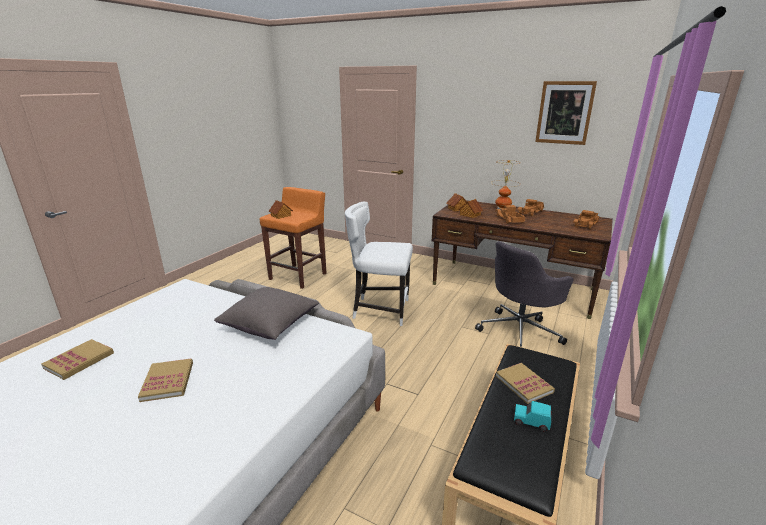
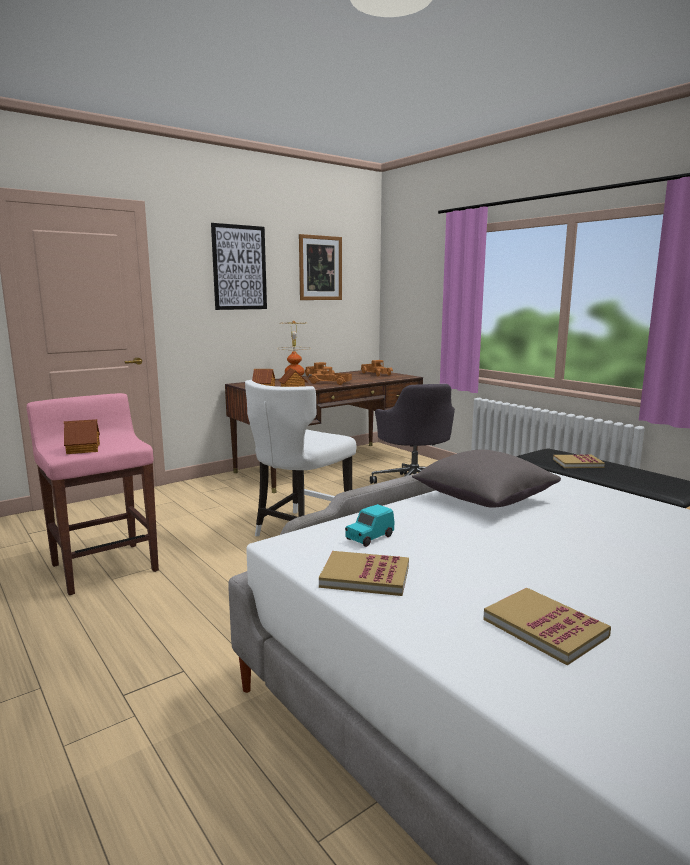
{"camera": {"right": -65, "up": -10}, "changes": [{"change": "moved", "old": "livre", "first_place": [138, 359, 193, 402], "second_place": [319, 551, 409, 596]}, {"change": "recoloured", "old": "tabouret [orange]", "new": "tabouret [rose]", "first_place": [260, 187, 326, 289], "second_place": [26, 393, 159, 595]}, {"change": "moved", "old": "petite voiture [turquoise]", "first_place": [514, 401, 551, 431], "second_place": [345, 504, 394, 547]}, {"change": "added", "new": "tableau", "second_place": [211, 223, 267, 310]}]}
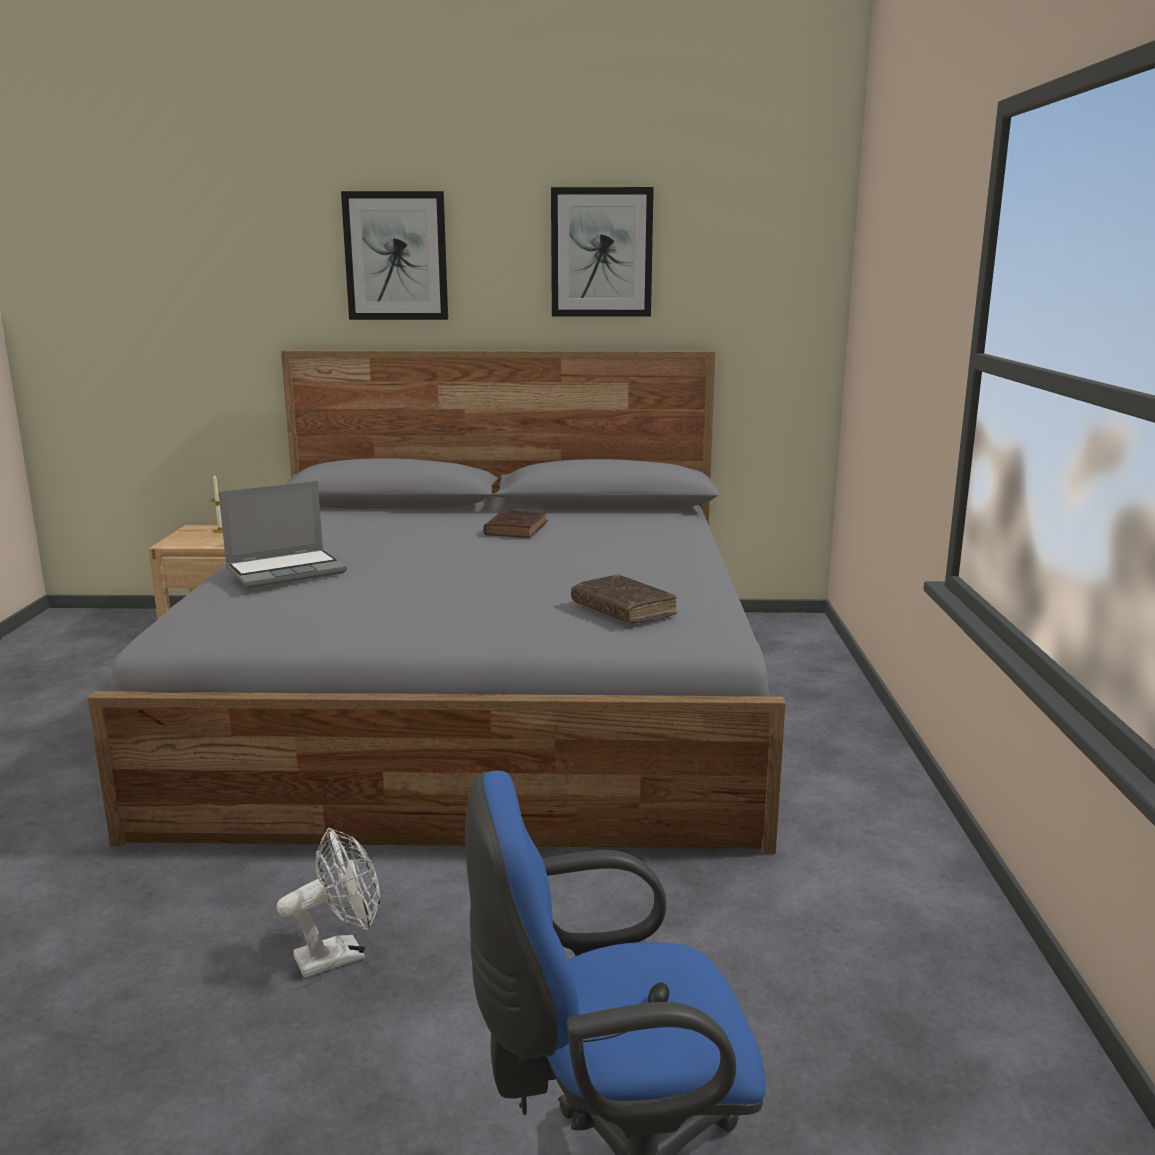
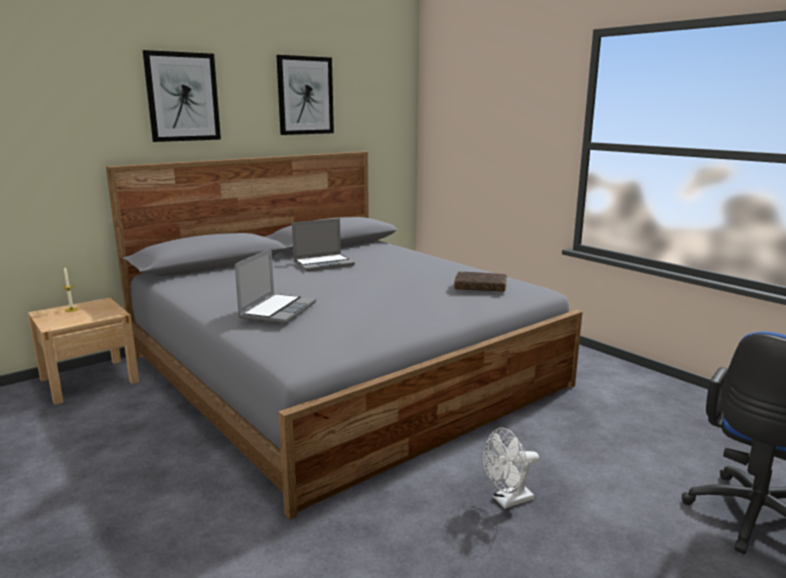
{"camera": {"right": -40, "up": 0}, "changes": [{"change": "turned", "old": "ventilateur [blanc]", "first_place": [277, 828, 380, 978], "second_place": [483, 428, 539, 509], "degrees": -135}, {"change": "replaced", "old": "livre [marron]", "new": "ordinateur portable", "first_place": [483, 508, 548, 538], "second_place": [292, 218, 355, 272]}]}
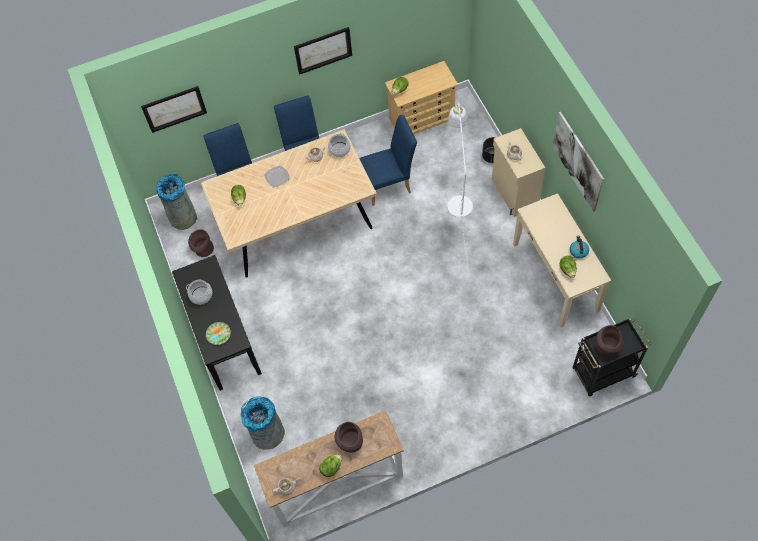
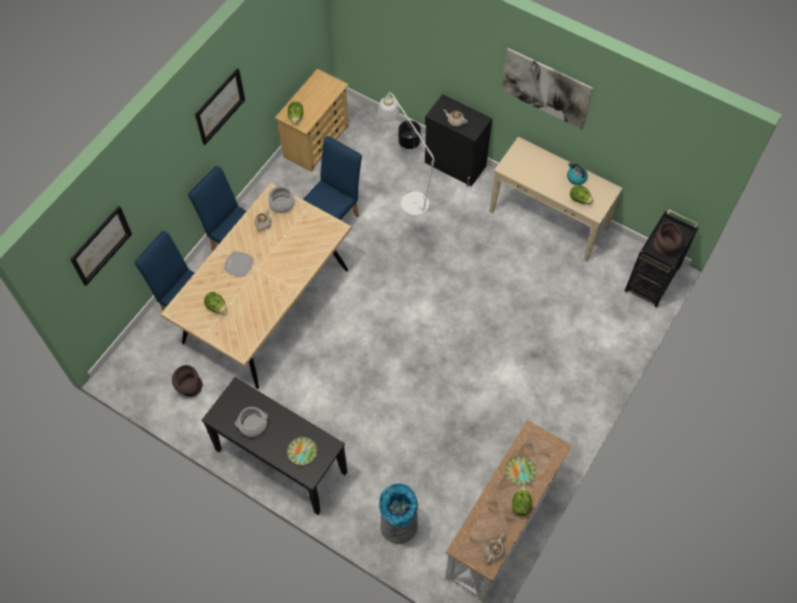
{"camera": {"right": -40, "up": 0}, "changes": [{"change": "removed", "old": "poubelle [gris]", "first_place": [156, 174, 197, 230]}, {"change": "replaced", "old": "vase [marron]", "new": "assiette", "first_place": [334, 422, 363, 453], "second_place": [505, 455, 536, 485]}, {"change": "recoloured", "old": "meuble de rangement [beige]", "new": "meuble de rangement [noir]", "first_place": [492, 128, 545, 217], "second_place": [425, 94, 492, 187]}]}
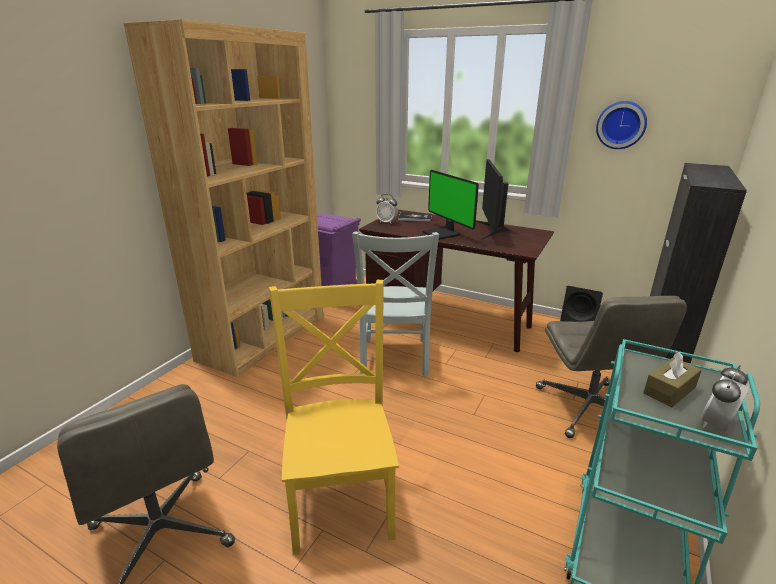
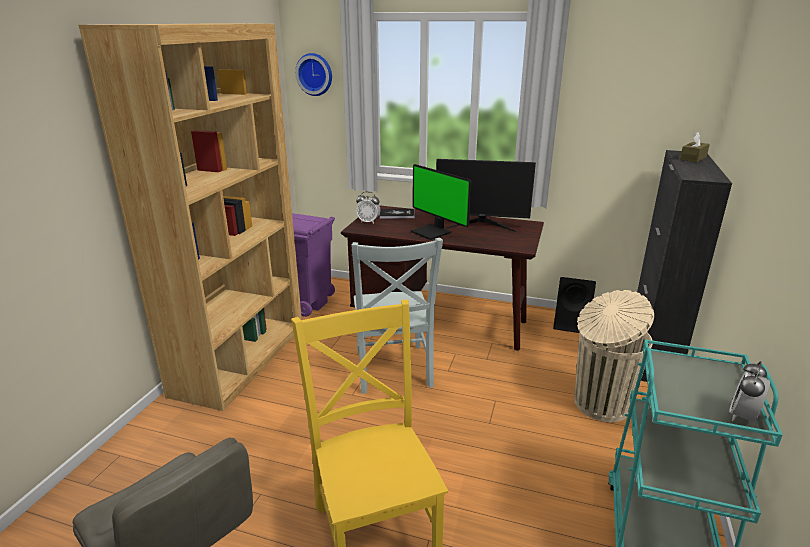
{"camera": {"right": -10, "up": 0}, "changes": [{"change": "turned", "old": "écran d'ordinateur", "first_place": [476, 159, 512, 240], "second_place": [436, 159, 536, 232], "degrees": -75}, {"change": "replaced", "old": "chaise de bureau [gris]", "new": "poubelle [beige]", "first_place": [536, 296, 687, 438], "second_place": [575, 290, 654, 422]}, {"change": "moved", "old": "horloge murale", "first_place": [596, 101, 647, 149], "second_place": [295, 53, 332, 96]}, {"change": "moved", "old": "boîte à mouchoirs [marron]", "first_place": [644, 351, 702, 407], "second_place": [680, 132, 710, 162]}]}
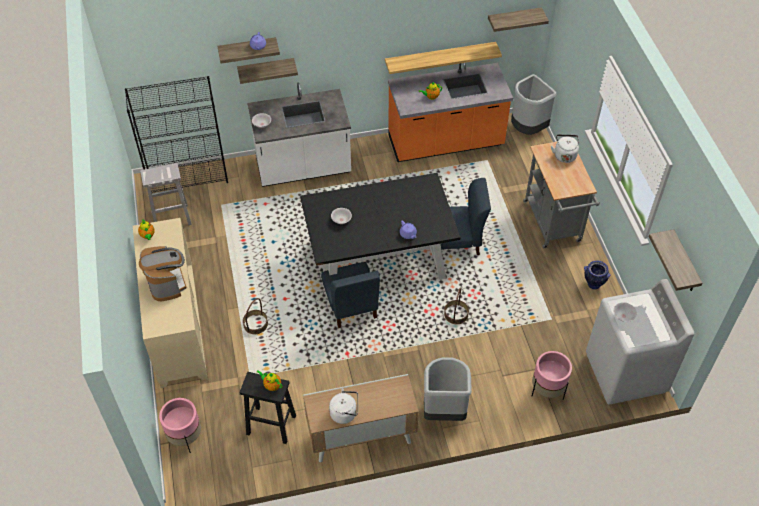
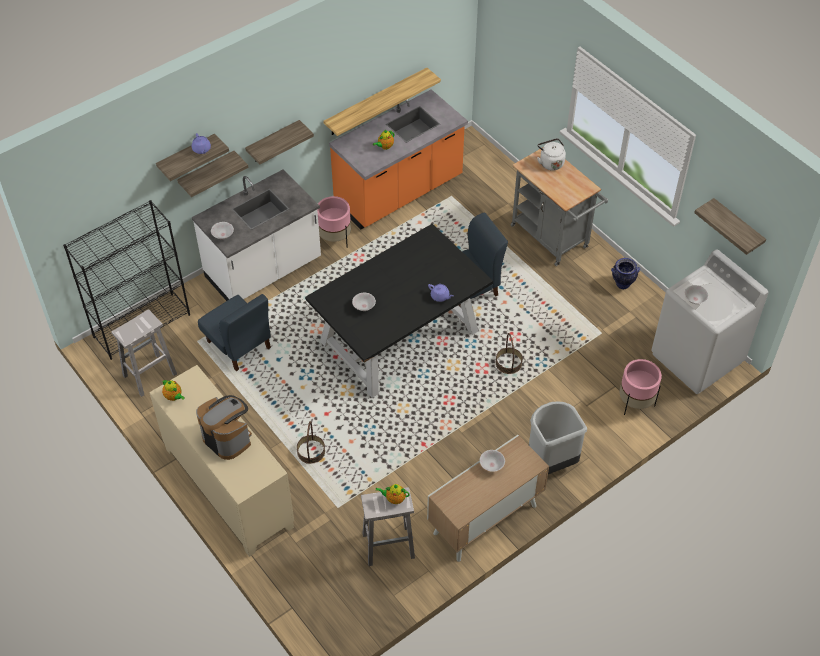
{"camera": {"right": -25, "up": 0}, "changes": [{"change": "moved", "old": "cache-pot [rose]", "first_place": [159, 398, 201, 453], "second_place": [317, 196, 351, 248]}, {"change": "recoloured", "old": "tabouret [noir]", "new": "tabouret [blanc]", "first_place": [240, 372, 296, 444], "second_place": [361, 487, 415, 566]}, {"change": "moved", "old": "chaise [bleu]", "first_place": [321, 262, 380, 328], "second_place": [198, 294, 271, 371]}, {"change": "removed", "old": "bouilloire [blanc]", "first_place": [329, 388, 358, 424]}, {"change": "moved", "old": "étagère", "first_place": [488, 7, 549, 32], "second_place": [245, 120, 314, 165]}, {"change": "removed", "old": "poubelle [gris]", "first_place": [511, 74, 556, 135]}, {"change": "added", "new": "bol [blanc]", "second_place": [480, 450, 505, 472]}]}
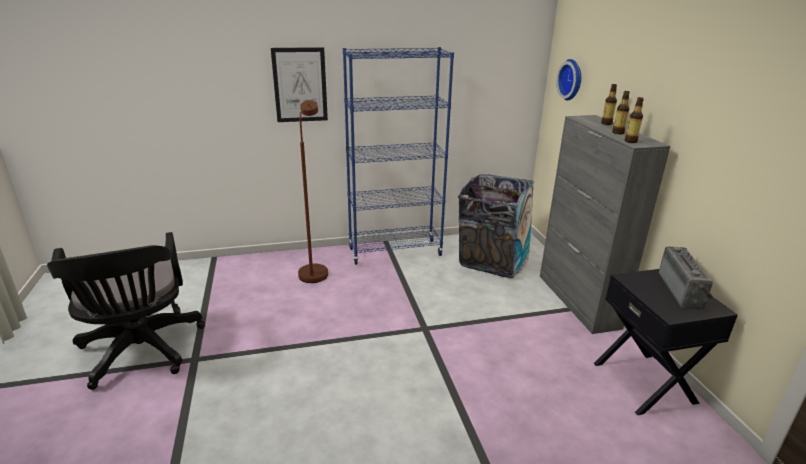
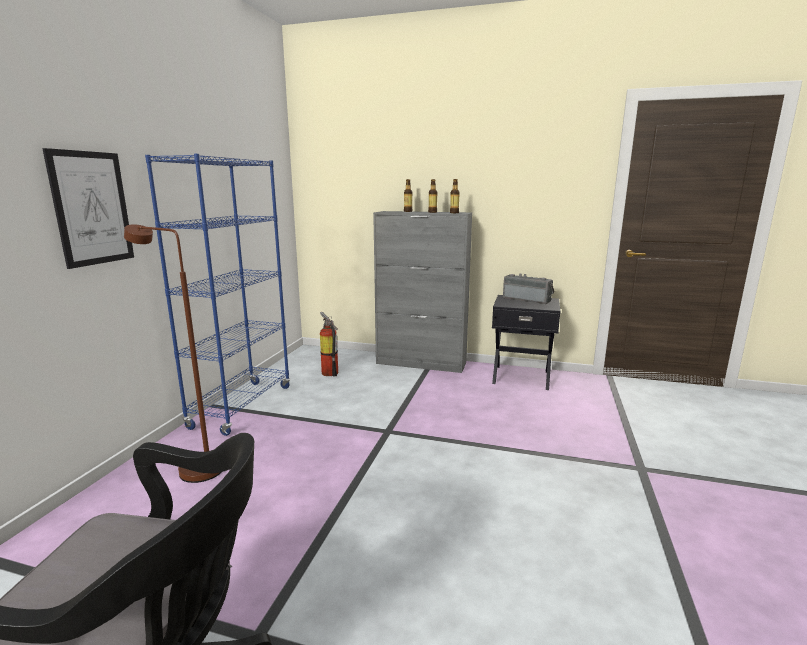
{"camera": {"right": -60, "up": -10}, "changes": [{"change": "replaced", "old": "poubelle", "new": "extincteur", "first_place": [458, 174, 534, 278], "second_place": [320, 312, 338, 377]}, {"change": "removed", "old": "horloge murale", "first_place": [556, 59, 581, 100]}]}
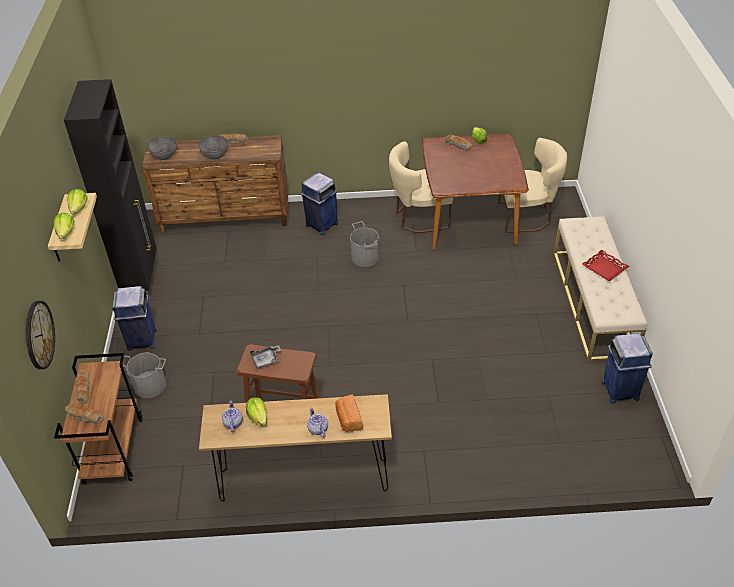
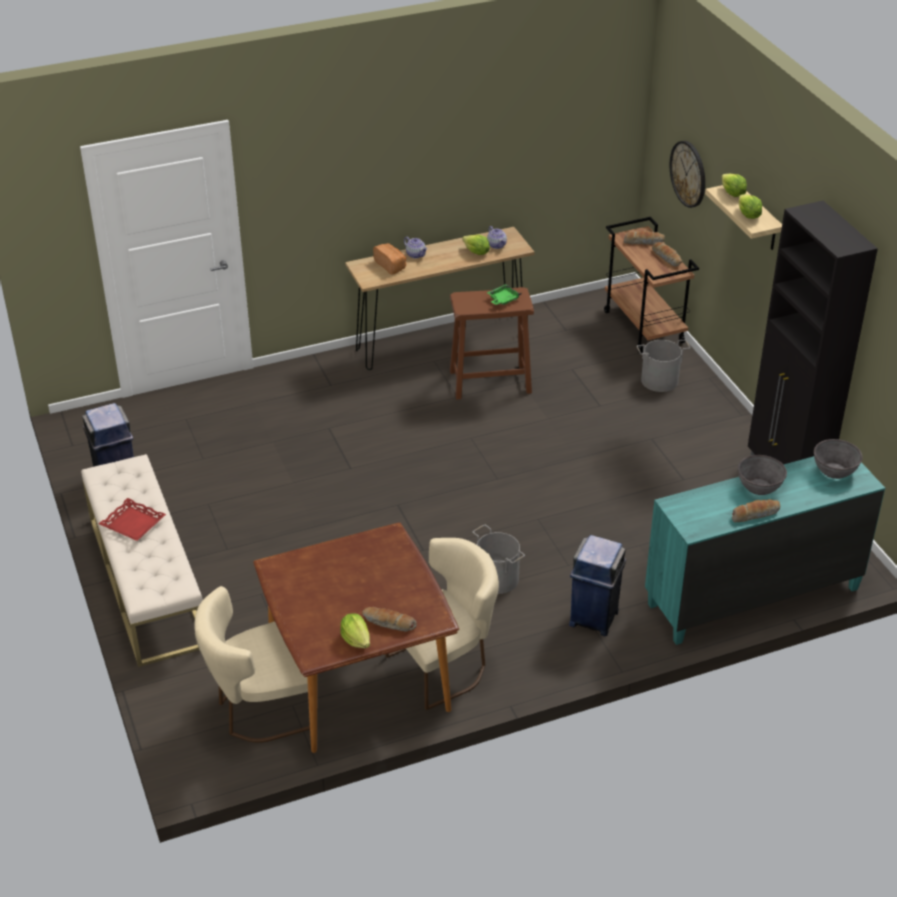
{"camera": {"right": 160, "up": -5}, "changes": [{"change": "removed", "old": "poubelle [bleu]", "first_place": [112, 286, 157, 351]}, {"change": "recoloured", "old": "commode [marron]", "new": "commode [turquoise]", "first_place": [142, 135, 288, 233], "second_place": [645, 456, 885, 645]}, {"change": "recoloured", "old": "plateau [gris]", "new": "plateau [vert]", "first_place": [250, 346, 281, 369], "second_place": [487, 284, 522, 305]}]}
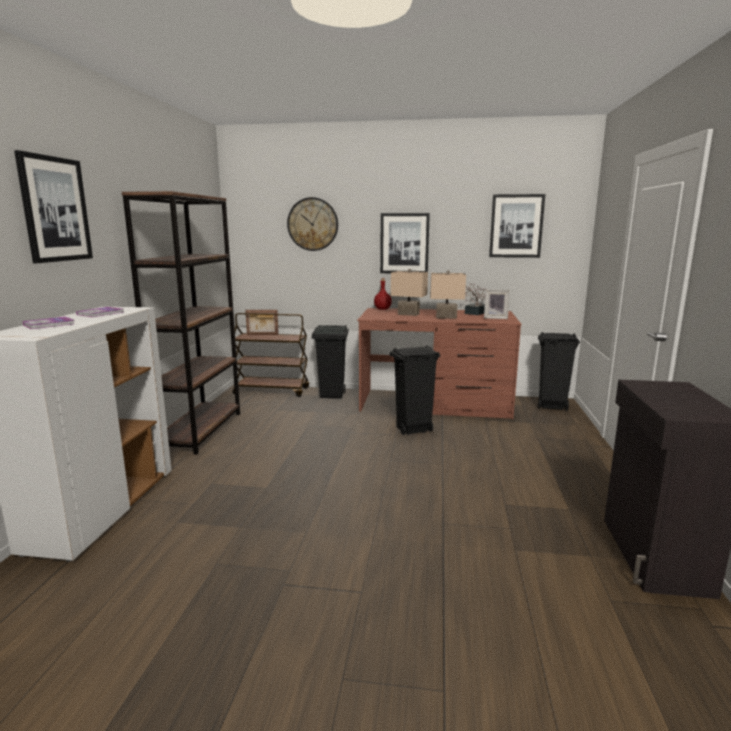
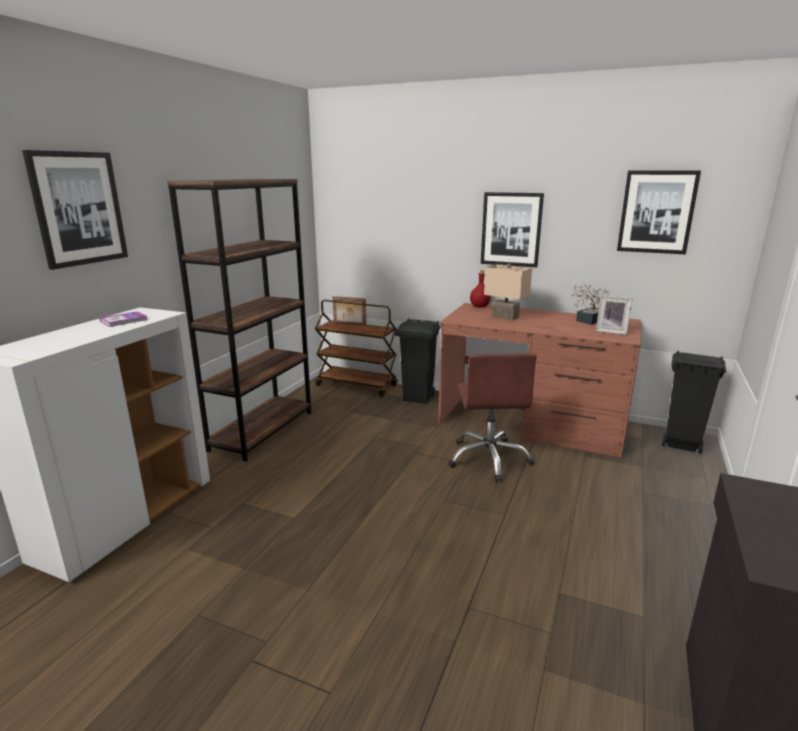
{"camera": {"right": 15, "up": 5}, "changes": [{"change": "removed", "old": "livre", "first_place": [23, 317, 74, 329]}, {"change": "removed", "old": "horloge murale", "first_place": [287, 197, 338, 251]}, {"change": "replaced", "old": "poubelle [noir]", "new": "chaise de bureau [marron]", "first_place": [390, 345, 440, 435], "second_place": [448, 353, 537, 482]}, {"change": "removed", "old": "lampe de table [beige]", "first_place": [430, 270, 466, 319]}]}
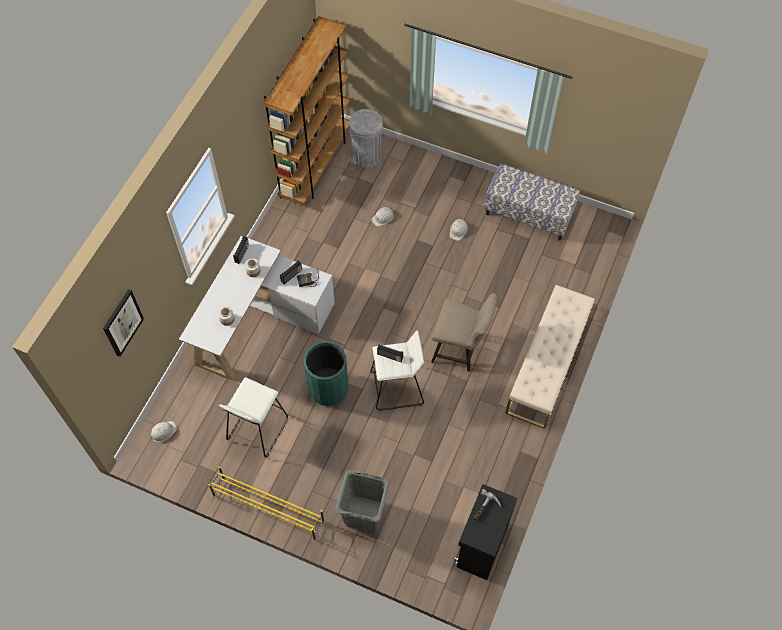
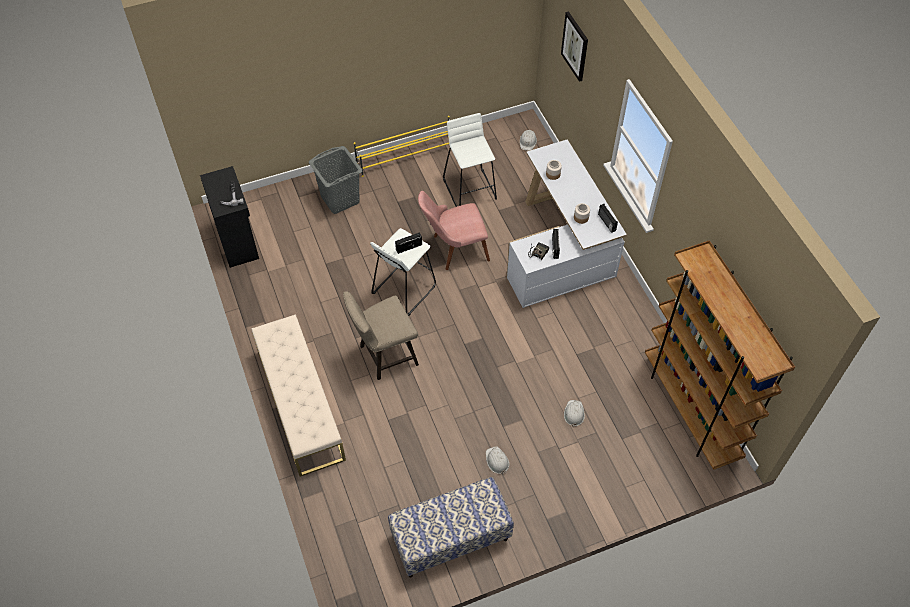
{"camera": {"right": 135, "up": -5}, "changes": [{"change": "replaced", "old": "poubelle [vert]", "new": "chaise [rose]", "first_place": [304, 342, 348, 406], "second_place": [418, 191, 490, 270]}, {"change": "removed", "old": "poubelle [gris]", "first_place": [348, 109, 383, 168]}]}
